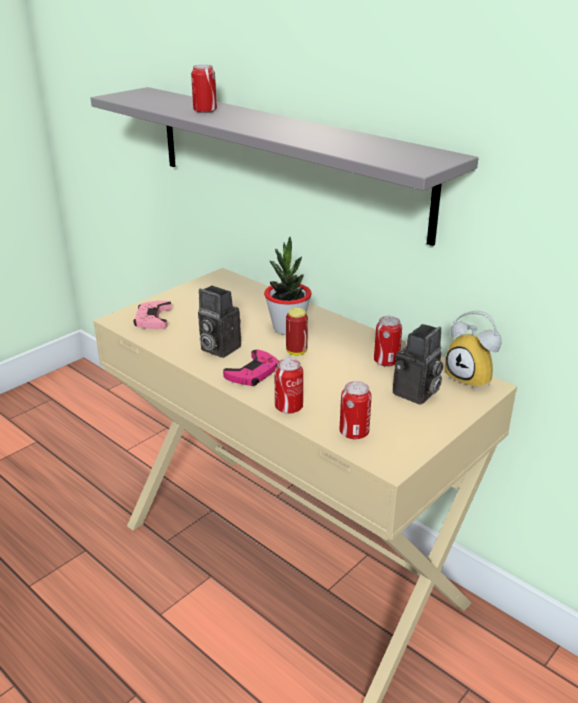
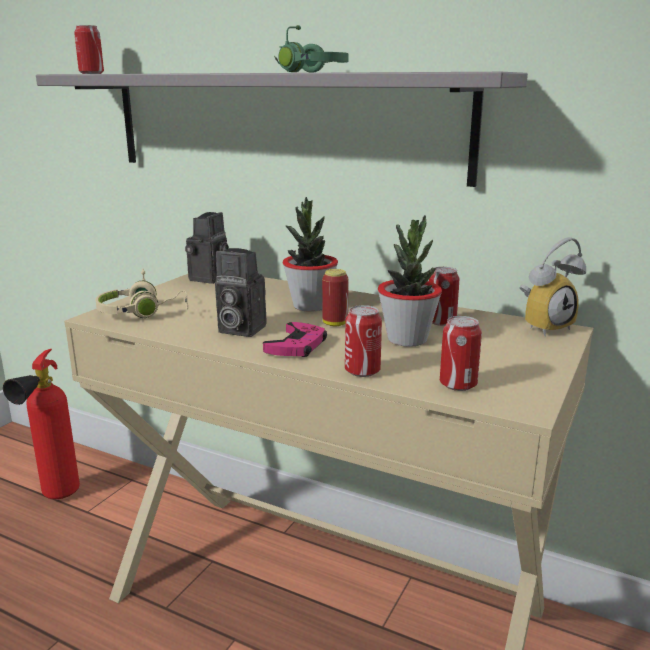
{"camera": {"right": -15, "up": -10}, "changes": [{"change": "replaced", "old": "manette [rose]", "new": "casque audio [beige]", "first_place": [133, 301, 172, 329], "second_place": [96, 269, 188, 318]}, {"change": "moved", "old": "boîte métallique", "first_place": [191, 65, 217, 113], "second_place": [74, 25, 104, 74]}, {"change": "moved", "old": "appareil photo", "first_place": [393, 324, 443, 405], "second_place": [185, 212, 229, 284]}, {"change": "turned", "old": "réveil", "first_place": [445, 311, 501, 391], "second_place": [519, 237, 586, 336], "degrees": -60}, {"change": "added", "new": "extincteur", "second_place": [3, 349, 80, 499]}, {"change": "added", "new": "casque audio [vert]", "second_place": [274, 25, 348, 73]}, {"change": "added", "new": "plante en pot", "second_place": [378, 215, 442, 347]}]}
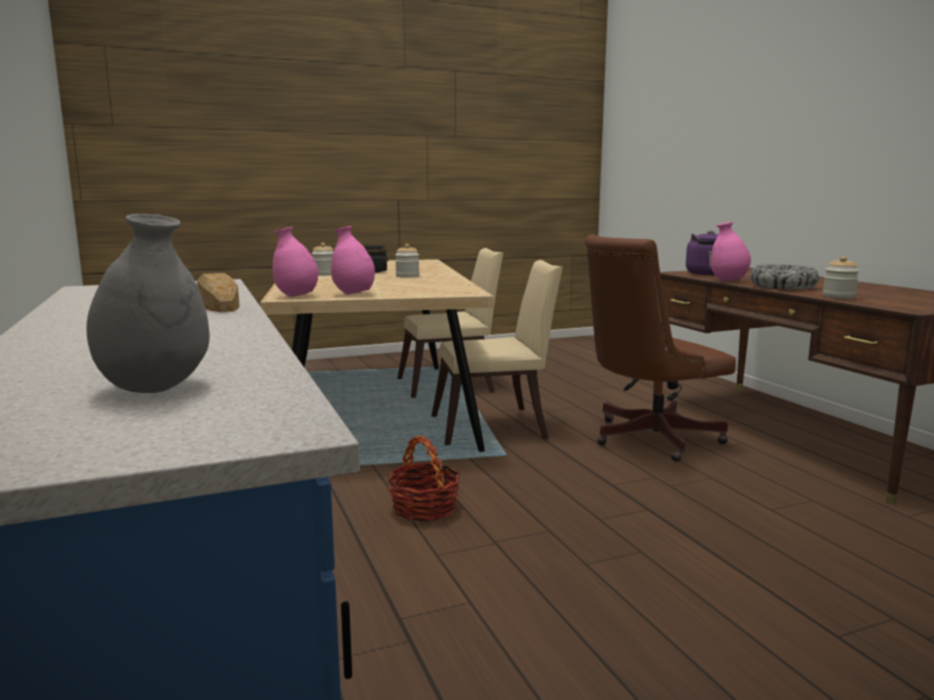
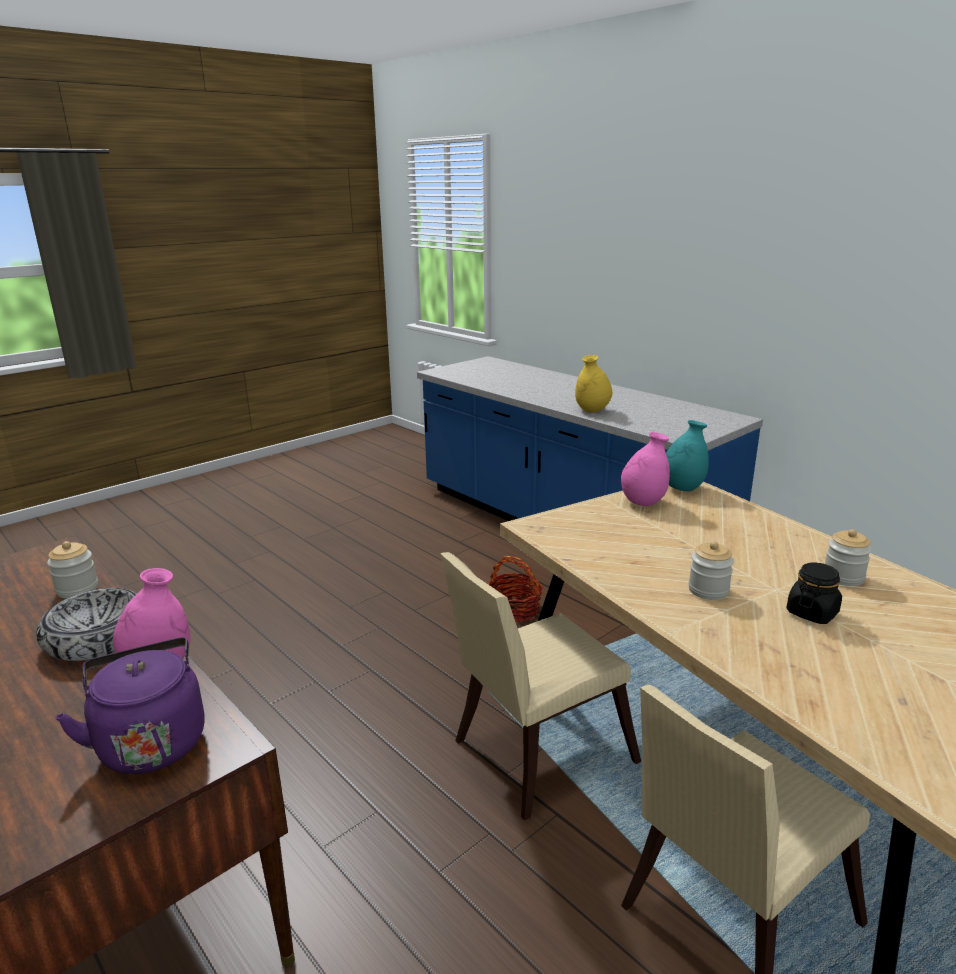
{"camera": {"right": 160, "up": 10}, "changes": [{"change": "removed", "old": "vase [gris]", "first_place": [87, 214, 210, 393]}, {"change": "replaced", "old": "pain", "new": "vase [jaune]", "first_place": [197, 273, 240, 312], "second_place": [575, 355, 612, 413]}, {"change": "recoloured", "old": "vase [rose]", "new": "vase [turquoise]", "first_place": [273, 227, 318, 297], "second_place": [666, 420, 709, 491]}, {"change": "removed", "old": "chaise de bureau [marron]", "first_place": [585, 234, 736, 462]}]}
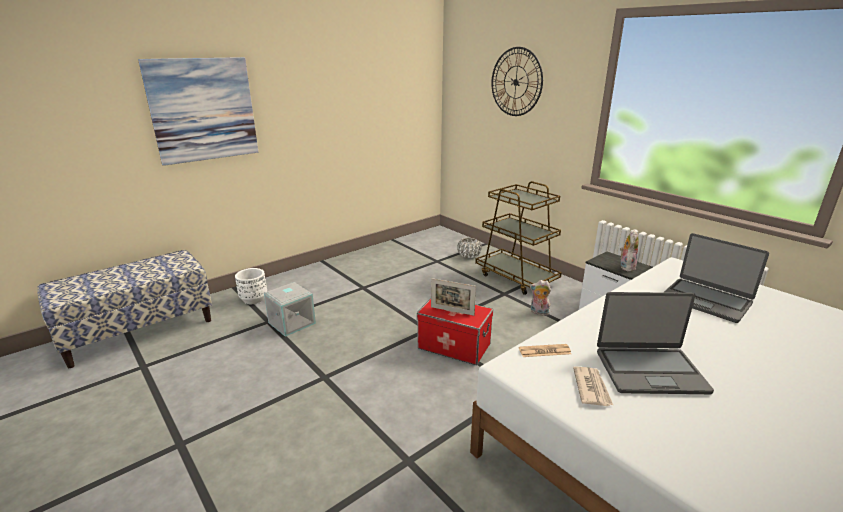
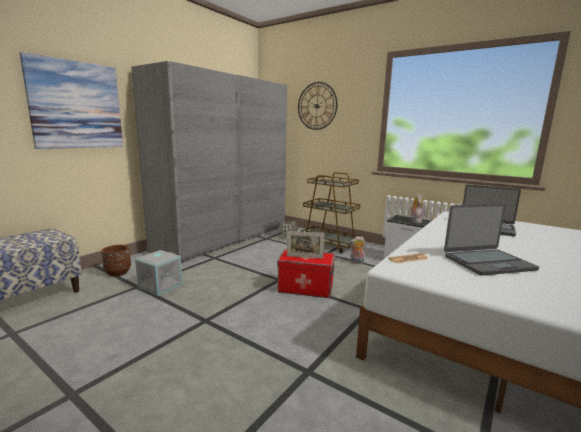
{"camera": {"right": -15, "up": -10}, "changes": [{"change": "recoloured", "old": "cache-pot [blanc]", "new": "cache-pot [marron]", "first_place": [235, 268, 267, 304], "second_place": [101, 245, 131, 276]}, {"change": "removed", "old": "journal", "first_place": [573, 367, 613, 406]}, {"change": "added", "new": "armoire [gris]", "second_place": [131, 61, 287, 263]}]}
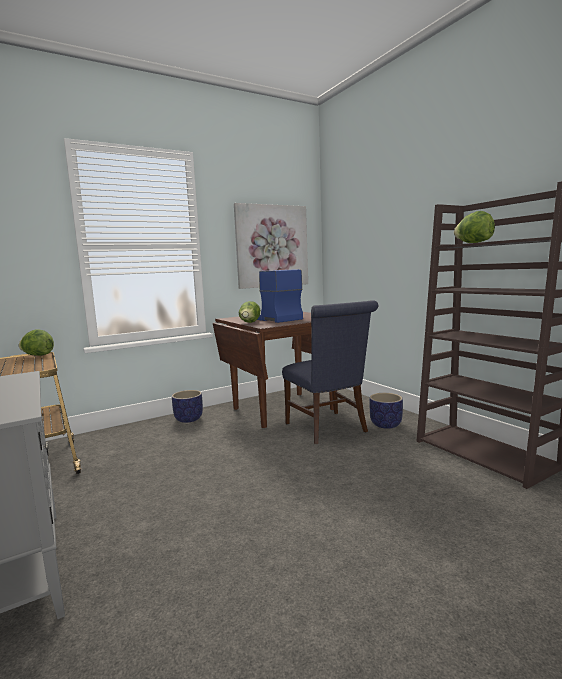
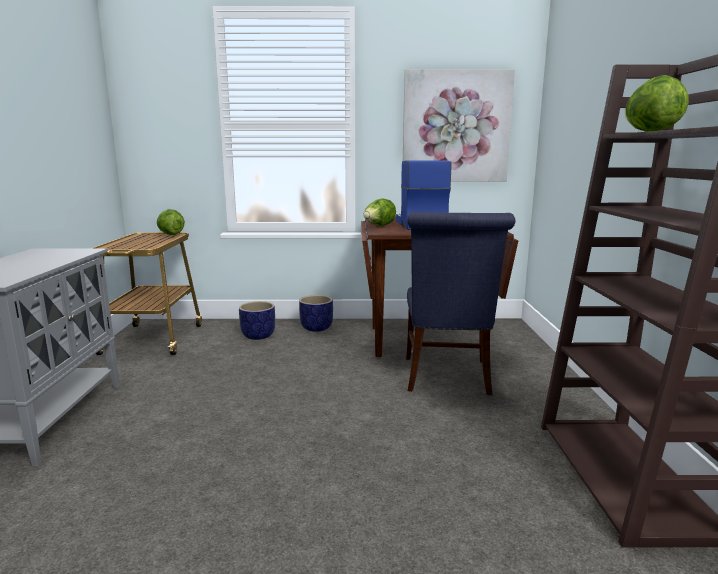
{"camera": {"right": 30, "up": 5}, "changes": [{"change": "moved", "old": "cache-pot", "first_place": [370, 393, 403, 429], "second_place": [239, 301, 275, 340]}]}
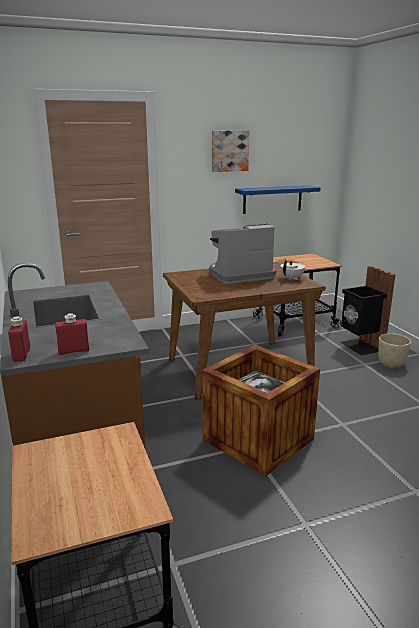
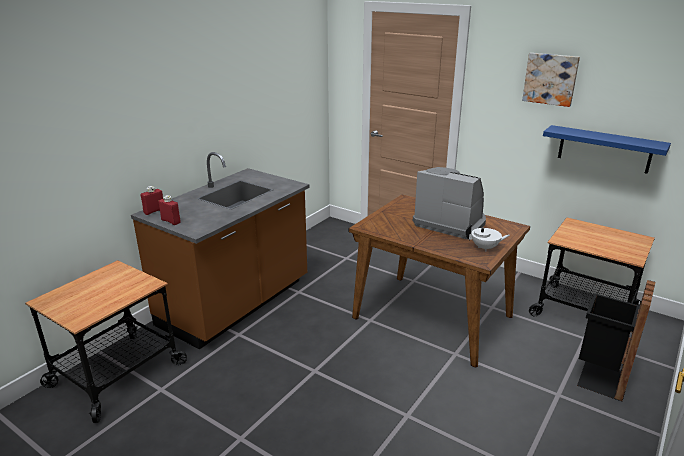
{"camera": {"right": 55, "up": 5}, "changes": [{"change": "removed", "old": "caisse", "first_place": [202, 345, 320, 477]}, {"change": "removed", "old": "cache-pot [beige]", "first_place": [378, 333, 411, 367]}]}
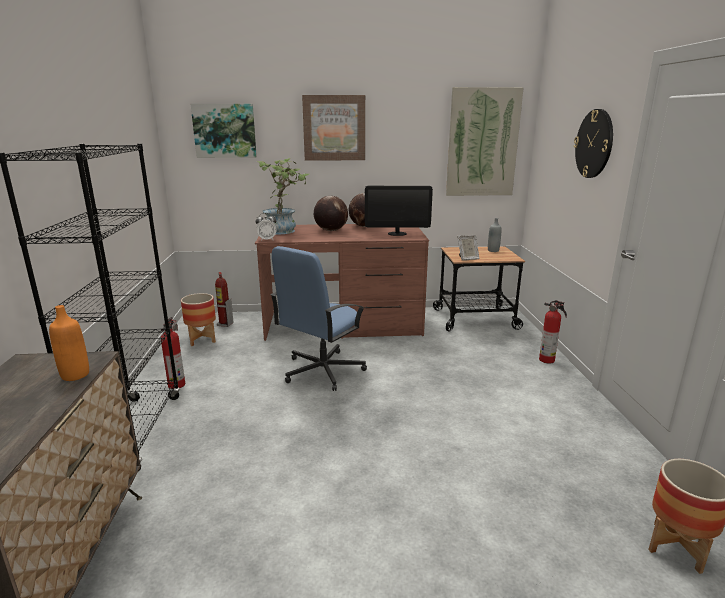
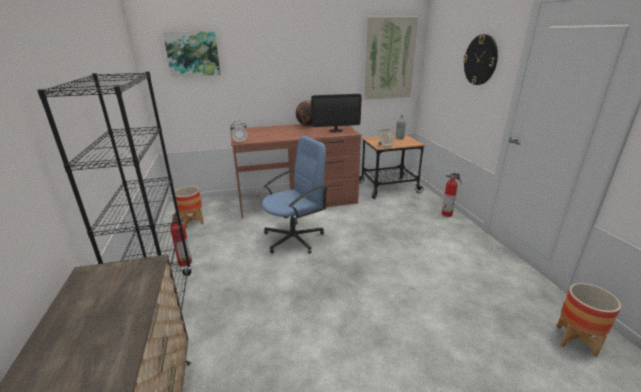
{"camera": {"right": -10, "up": 5}, "changes": [{"change": "removed", "old": "bouteille [orange]", "first_place": [49, 305, 89, 381]}, {"change": "removed", "old": "extincteur", "first_place": [215, 272, 233, 327]}, {"change": "removed", "old": "plante en pot", "first_place": [257, 158, 309, 235]}, {"change": "turned", "old": "chaise de bureau [bleu]", "first_place": [271, 246, 367, 391], "second_place": [262, 136, 328, 254], "degrees": -150}, {"change": "removed", "old": "tableau", "first_place": [302, 95, 365, 161]}, {"change": "removed", "old": "globe", "first_place": [313, 196, 348, 231]}]}
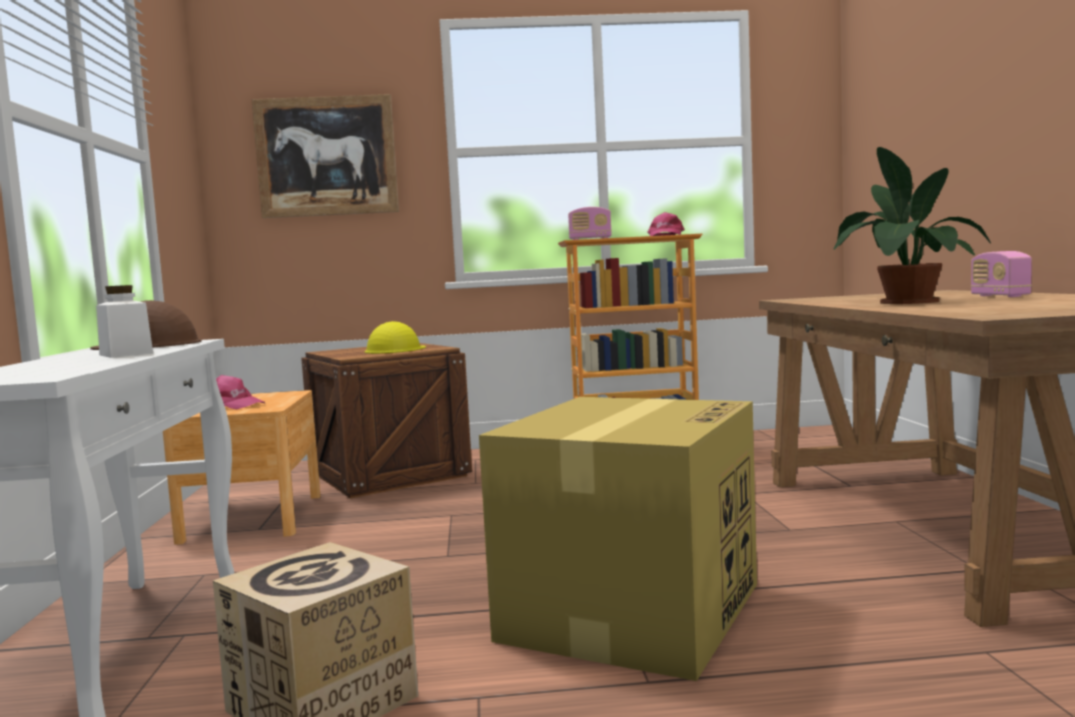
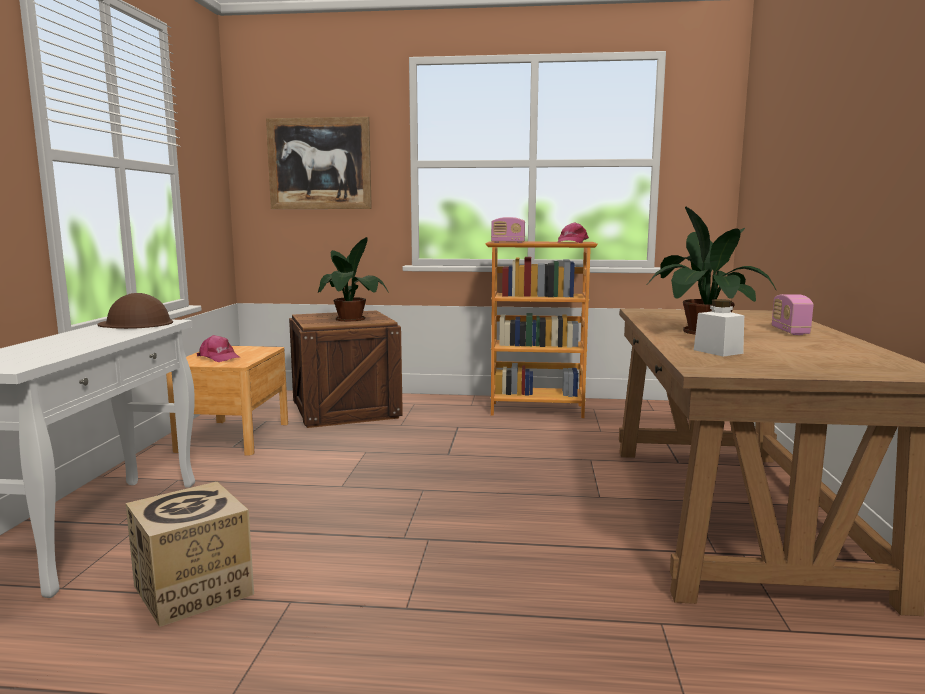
{"camera": {"right": 10, "up": 5}, "changes": [{"change": "moved", "old": "bocal [blanc]", "first_place": [96, 285, 153, 358], "second_place": [694, 299, 744, 357]}, {"change": "replaced", "old": "casque de chantier [jaune]", "new": "plante en pot", "first_place": [364, 321, 426, 354], "second_place": [318, 237, 389, 321]}, {"change": "removed", "old": "carton", "first_place": [479, 397, 757, 681]}]}
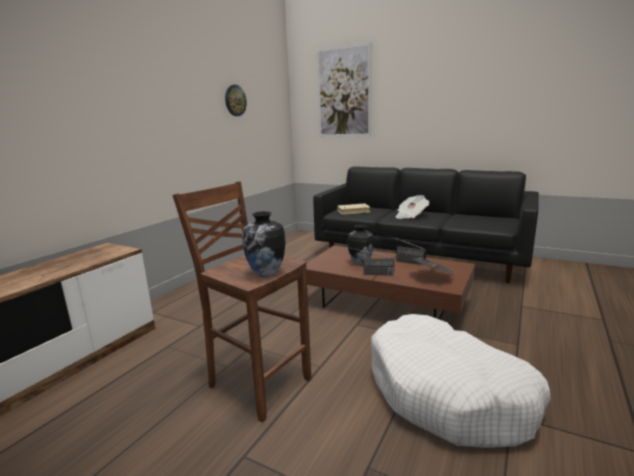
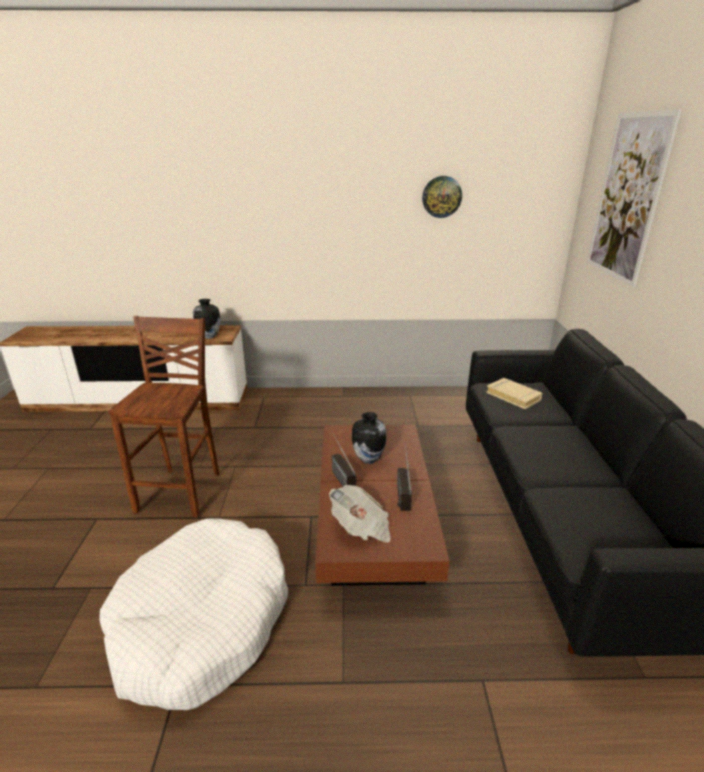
{"camera": {"right": 60, "up": 10}, "changes": [{"change": "moved", "old": "vase", "first_place": [242, 211, 285, 277], "second_place": [193, 299, 220, 339]}, {"change": "removed", "old": "journal", "first_place": [396, 195, 429, 219]}]}
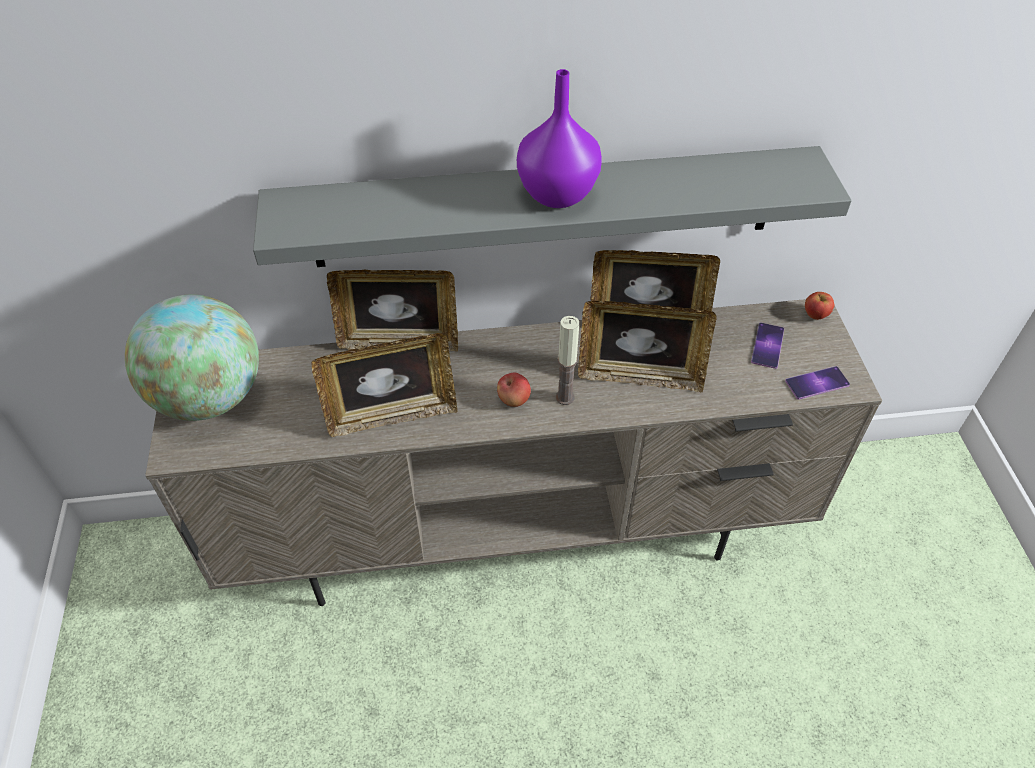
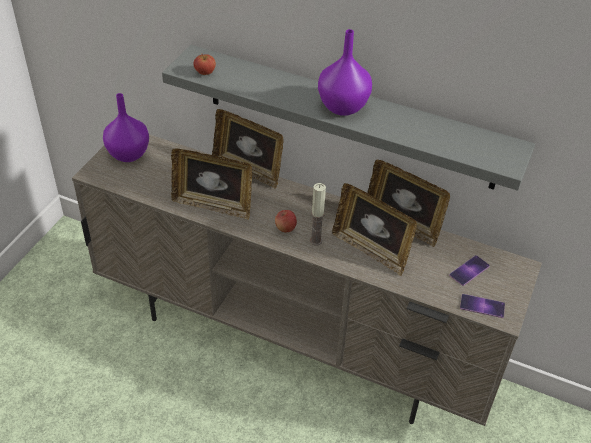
{"camera": {"right": 30, "up": -5}, "changes": [{"change": "replaced", "old": "globe", "new": "vase [violet]", "first_place": [125, 295, 259, 421], "second_place": [103, 93, 149, 162]}, {"change": "moved", "old": "pomme", "first_place": [805, 292, 834, 320], "second_place": [193, 54, 216, 75]}]}
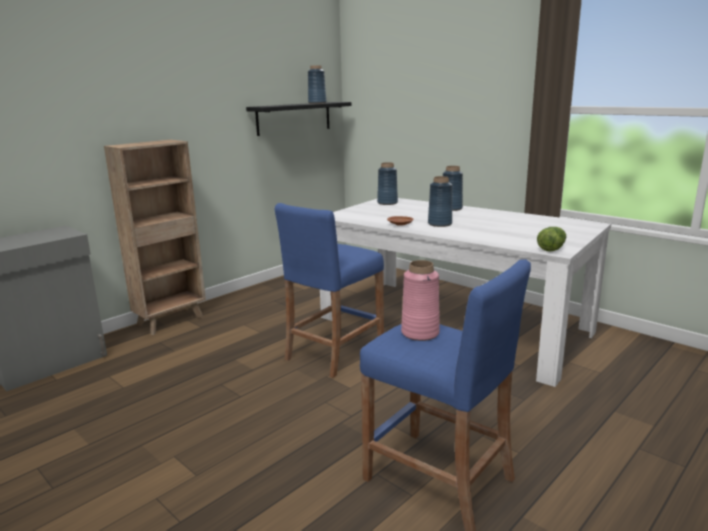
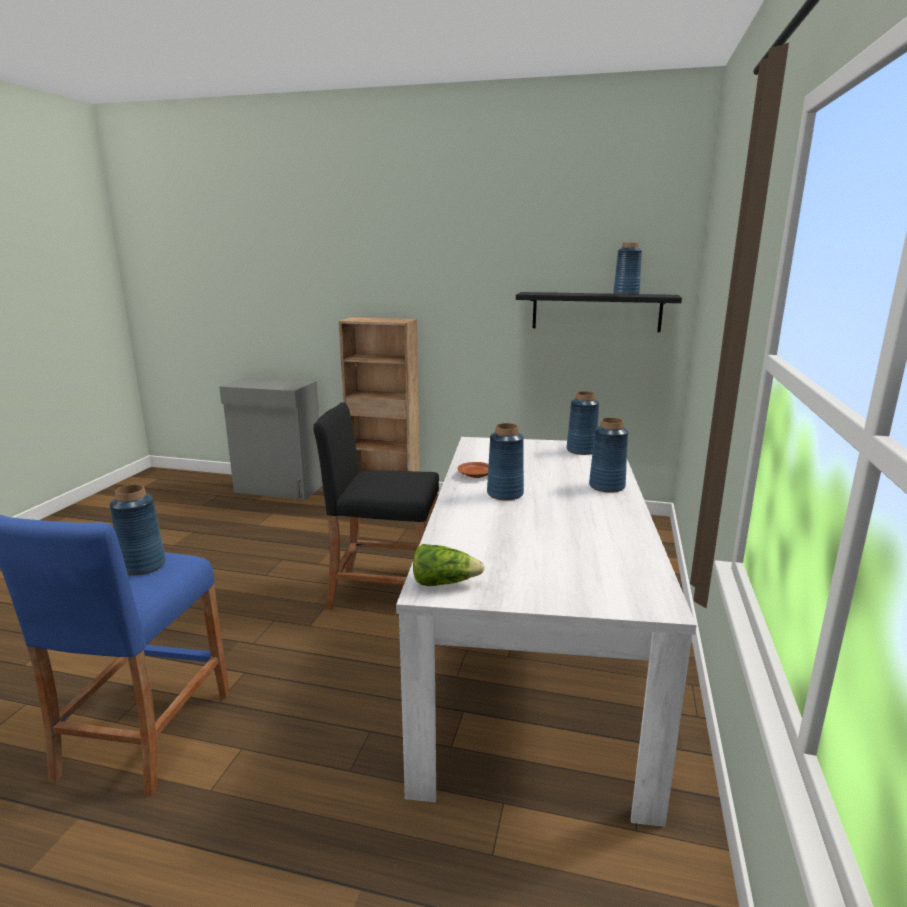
{"camera": {"right": 60, "up": 0}, "changes": [{"change": "recoloured", "old": "tabouret [bleu]", "new": "tabouret [noir]", "first_place": [275, 203, 384, 378], "second_place": [313, 402, 439, 610]}, {"change": "recoloured", "old": "vase [rose]", "new": "vase [bleu]", "first_place": [401, 260, 440, 341], "second_place": [110, 485, 166, 576]}]}
